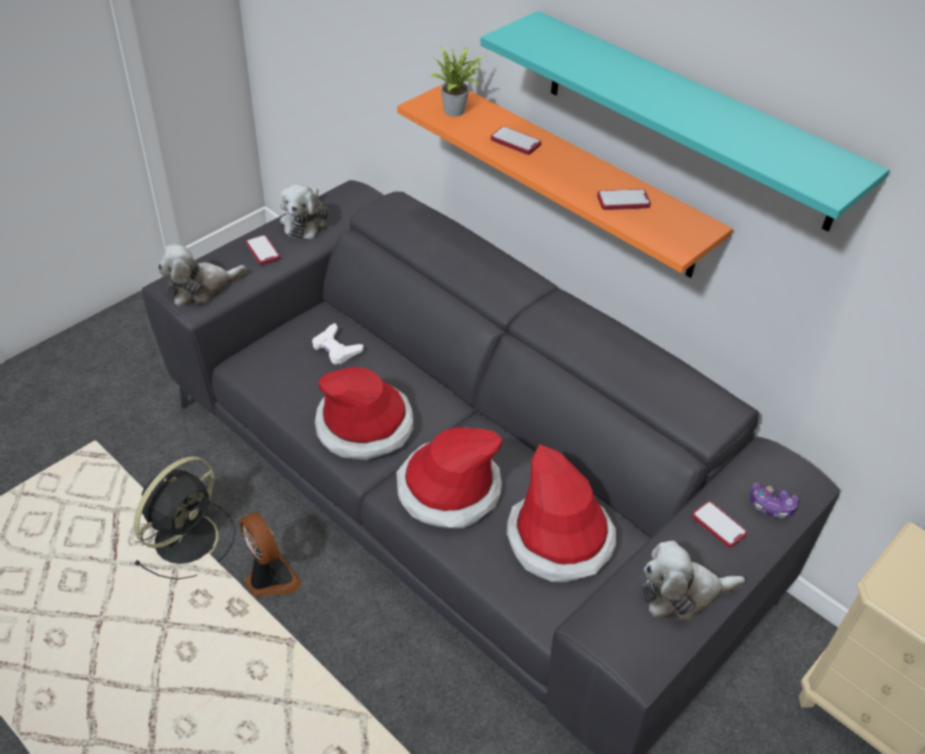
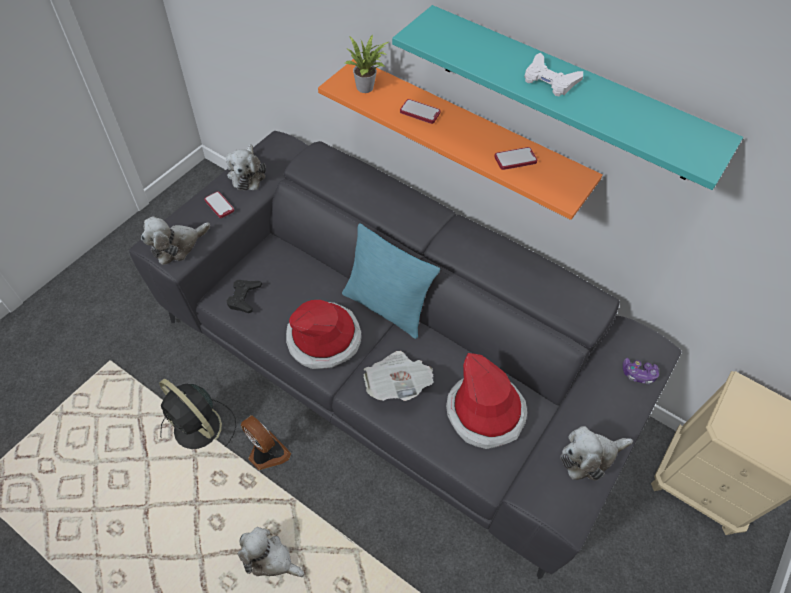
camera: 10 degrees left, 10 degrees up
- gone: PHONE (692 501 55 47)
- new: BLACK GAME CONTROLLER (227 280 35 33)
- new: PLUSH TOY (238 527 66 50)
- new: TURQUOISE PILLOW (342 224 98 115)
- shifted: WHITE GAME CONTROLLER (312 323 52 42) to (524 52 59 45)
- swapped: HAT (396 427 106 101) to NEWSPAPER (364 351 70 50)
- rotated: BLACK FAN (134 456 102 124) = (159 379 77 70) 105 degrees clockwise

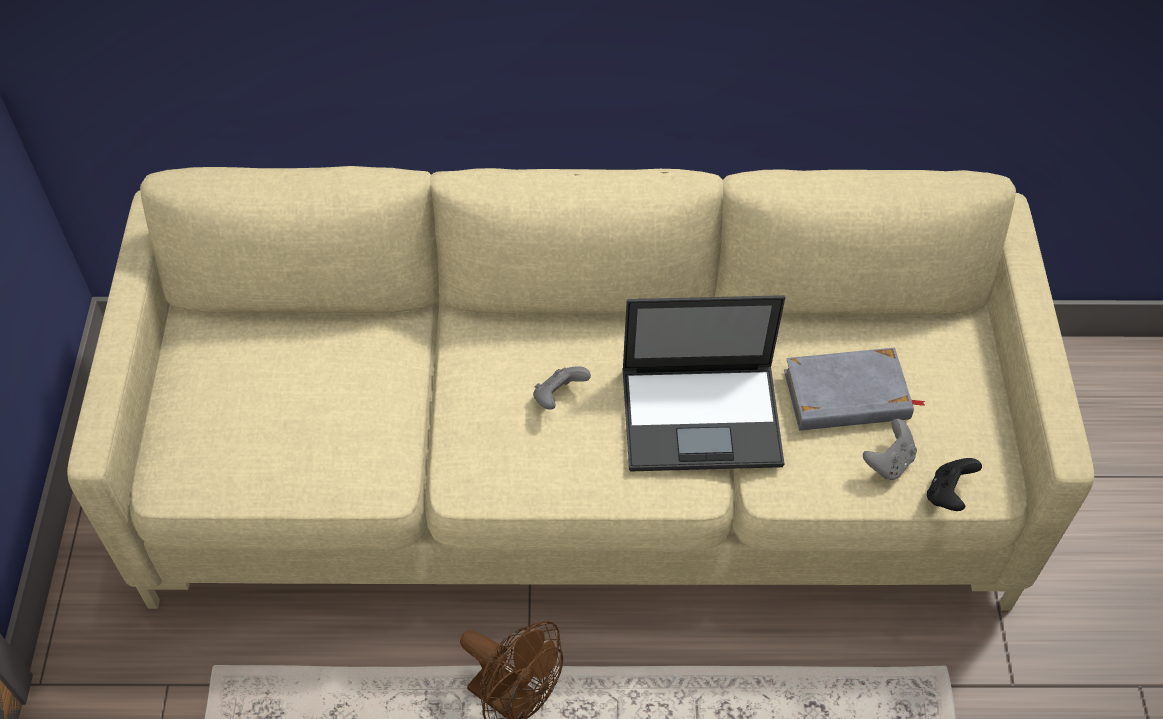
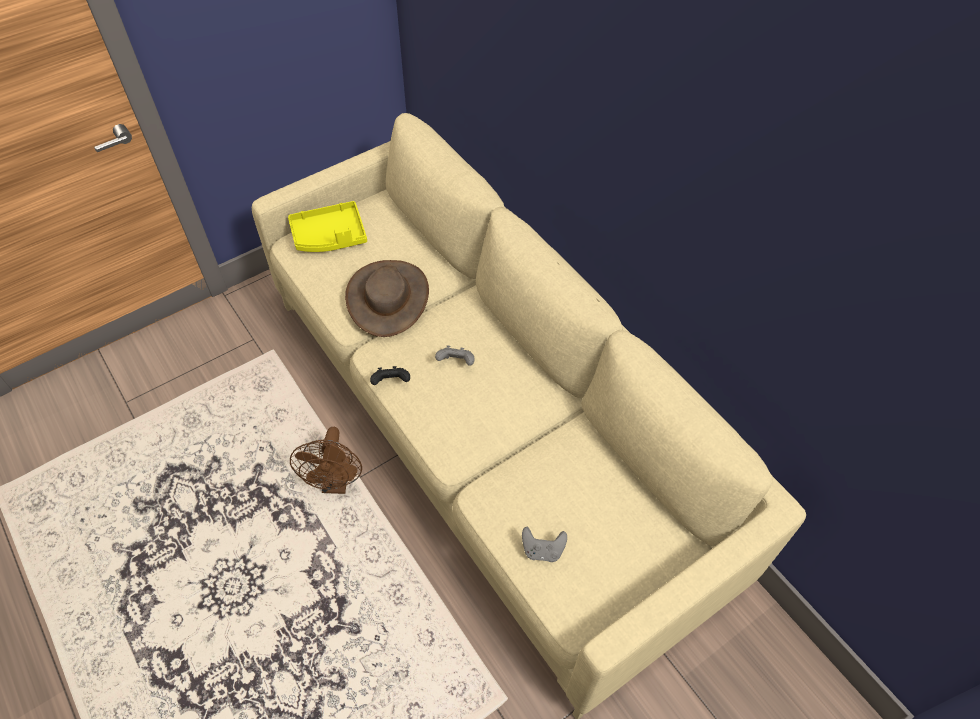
camera: 55 degrees right, 0 degrees up
- gone: LAPTOP (623 295 162 177)
- gone: GREY BOOK (784 348 142 82)
- new: YELLOW TRAY (288 201 79 51)
- new: BROWN HAT (345 260 84 77)
- shifted: BLACK GAME CONTROLLER (927 458 55 53) to (370 366 40 19)

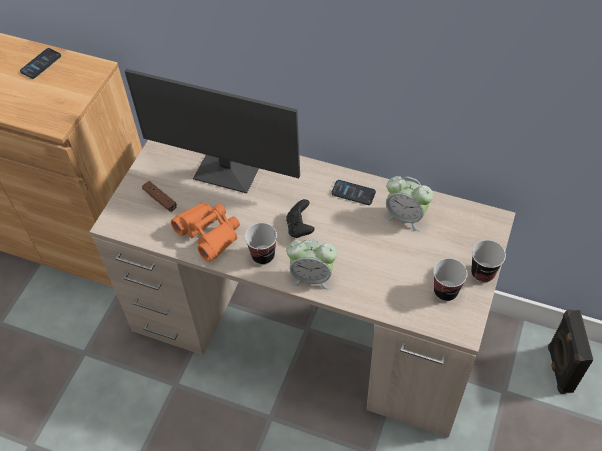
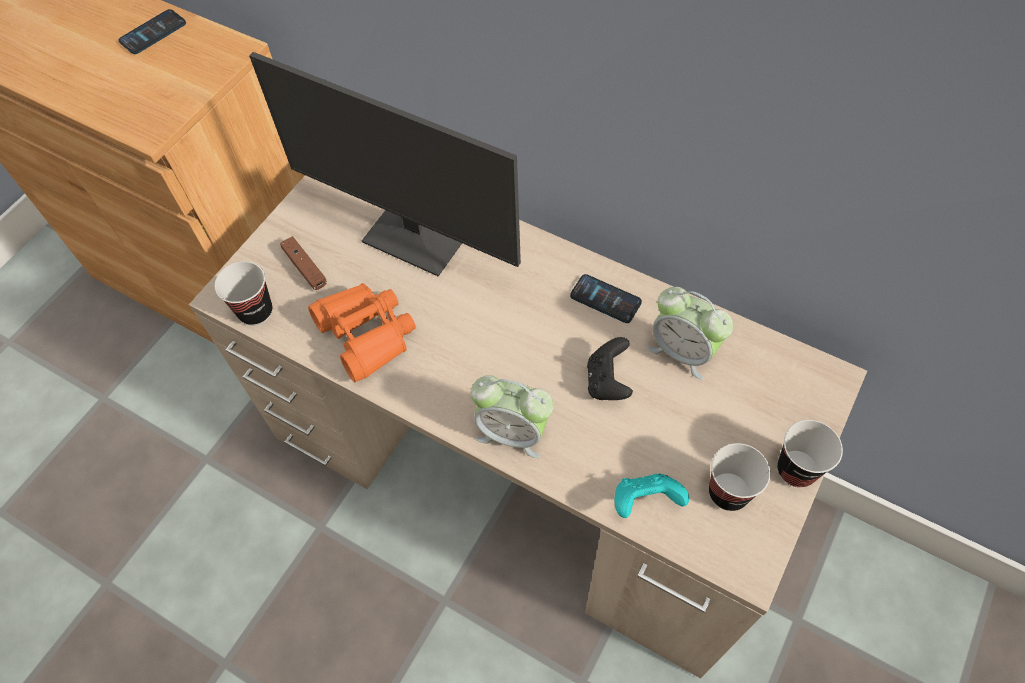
camera: 10 degrees right, 5 degrees up
- gone: BLACK SPEAKER (548 309 45 85)
- new: TURQUOISE GAME CONTROLLER (614 474 75 44)
- shifted: CUP (245 223 32 42) to (215 261 57 65)
- shifted: BLACK GAME CONTROLLER (286 199 29 39) to (587 337 46 63)

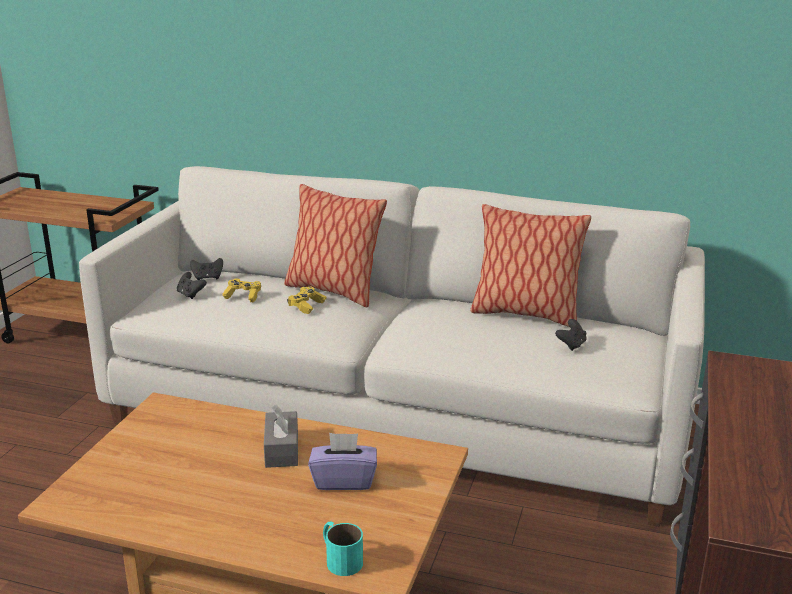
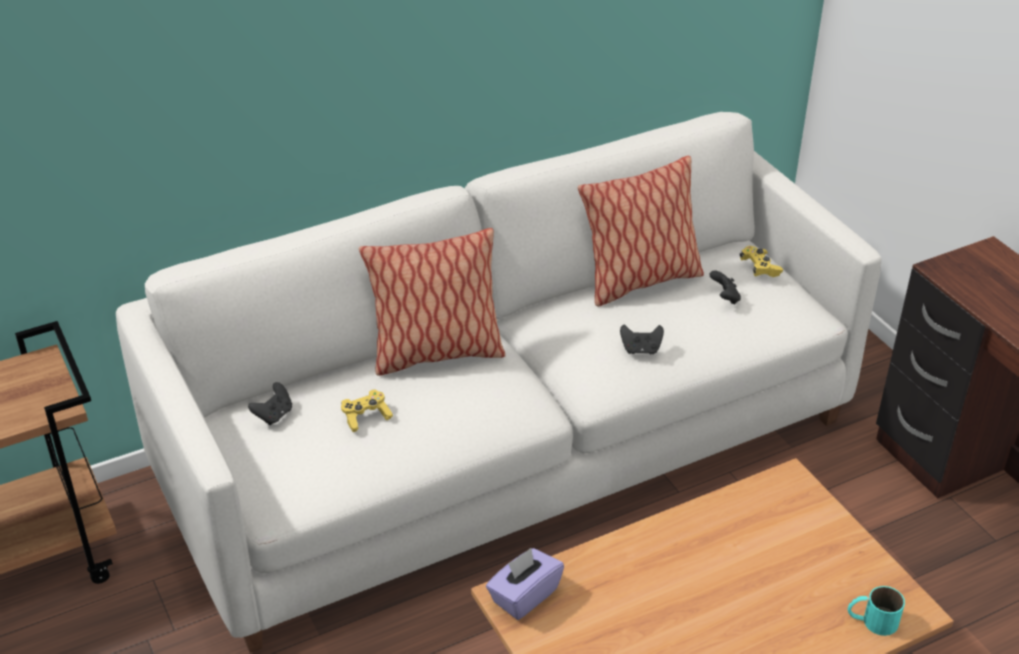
camera: 45 degrees left, 15 degrees up
- gone: GREY TISSUE BOX (264 405 34 63)
- shifted: BLACK GAME CONTROLLER (177 272 30 27) to (620 324 44 30)
- shifted: YELLOW GAME CONTROLLER (287 286 39 28) to (740 246 43 31)
- shifted: PURPLE TISSUE BOX (308 433 69 57) to (486 548 78 72)

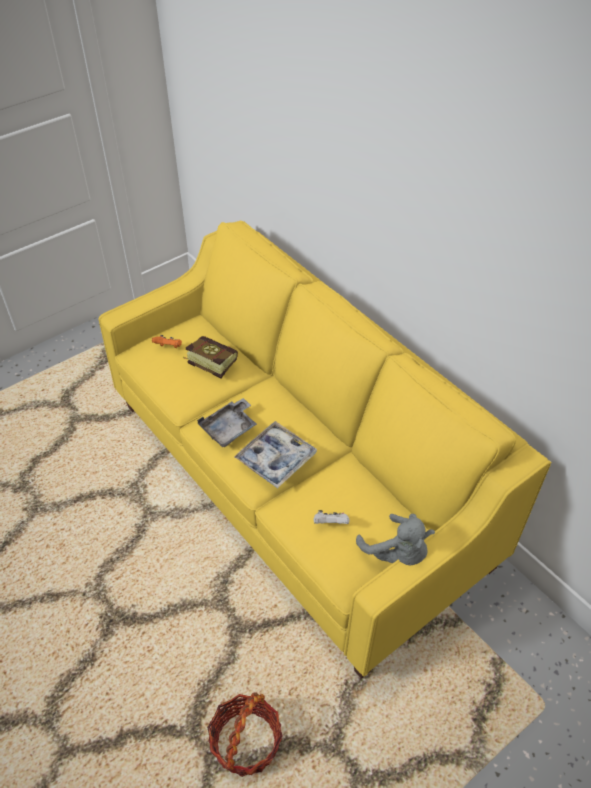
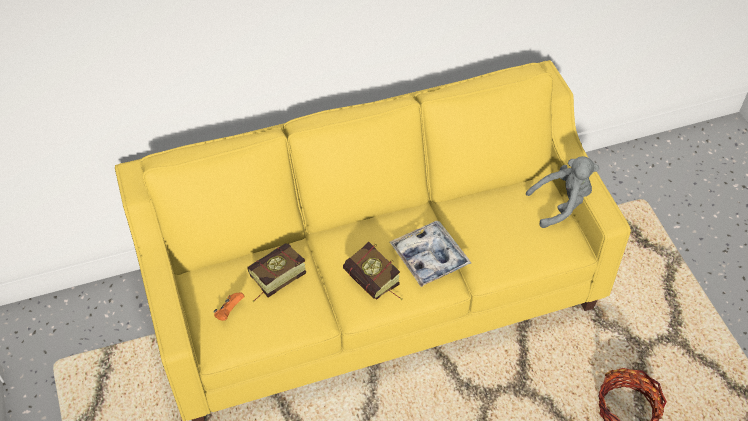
camera: 70 degrees left, 5 degrees up
- gone: WHITE GAME CONTROLLER (313 510 37 14)
- swapped: GREY TRAY (197 398 60 49) to BOOK (343 242 60 58)

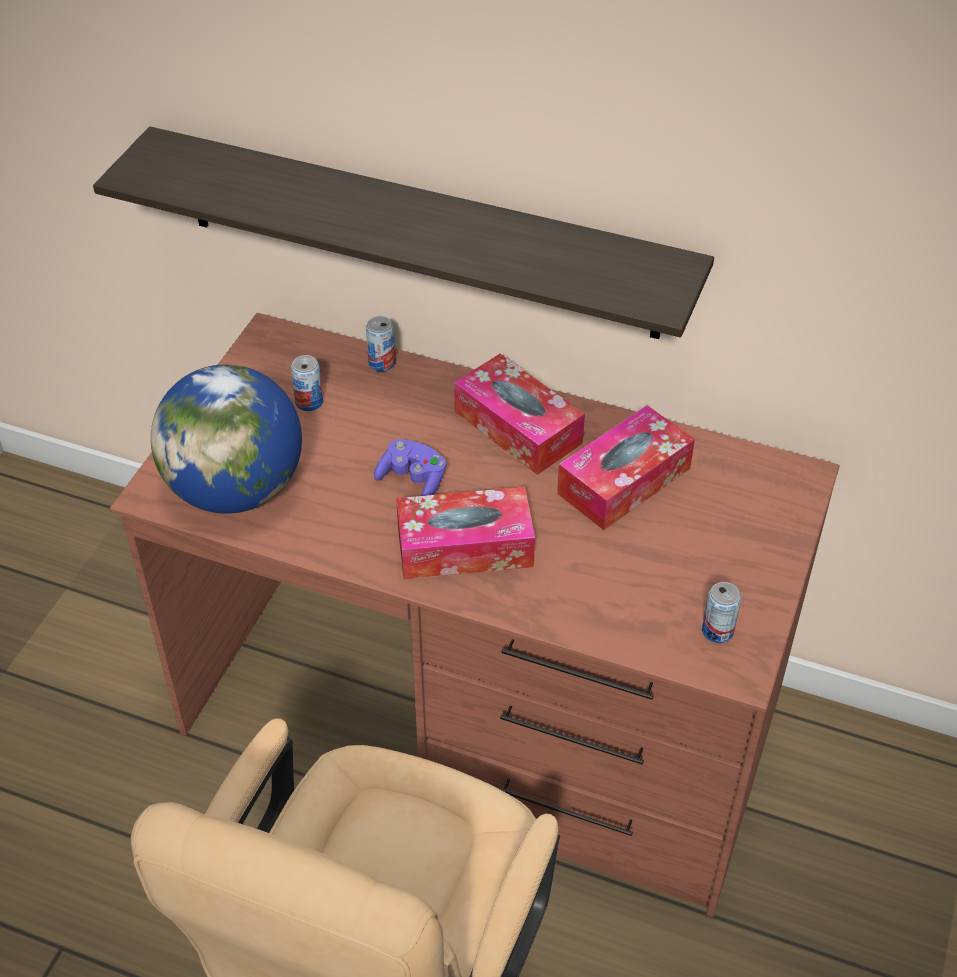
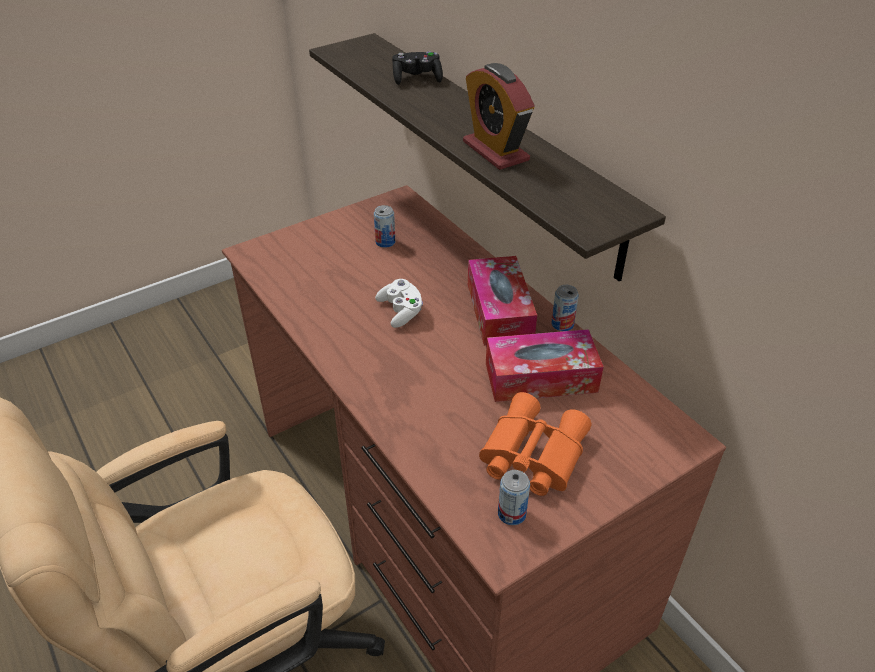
camera: 35 degrees right, 5 degrees down
- gone: GLOBE (151 364 151 150)
- gone: TISSUE BOX (396 487 139 92)
- new: BLACK GAME CONTROLLER (392 51 51 34)
- new: ALARM CLOCK (463 63 72 107)
- new: ORANGE BINOCULARS (479 392 112 104)
- shifted: CAN (366 316 29 55) to (551 285 28 46)
- repainted: PURPLE GAME CONTROLLER (374 439 72 57) to WHITE GAME CONTROLLER (375 279 48 49)

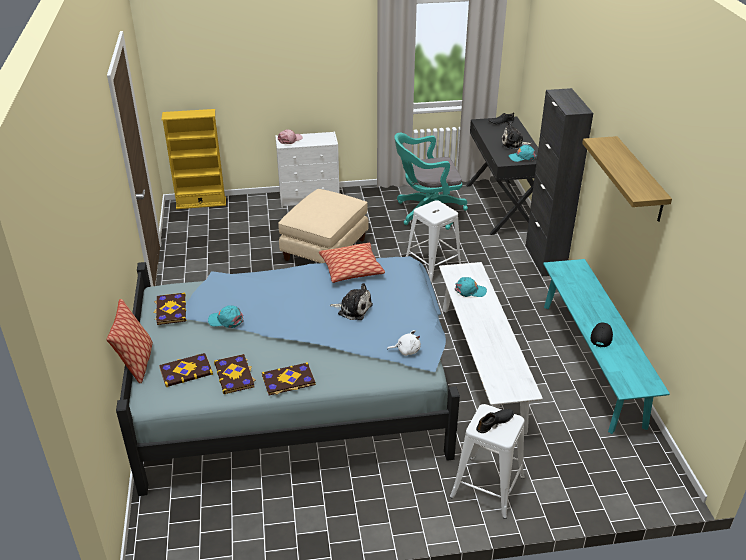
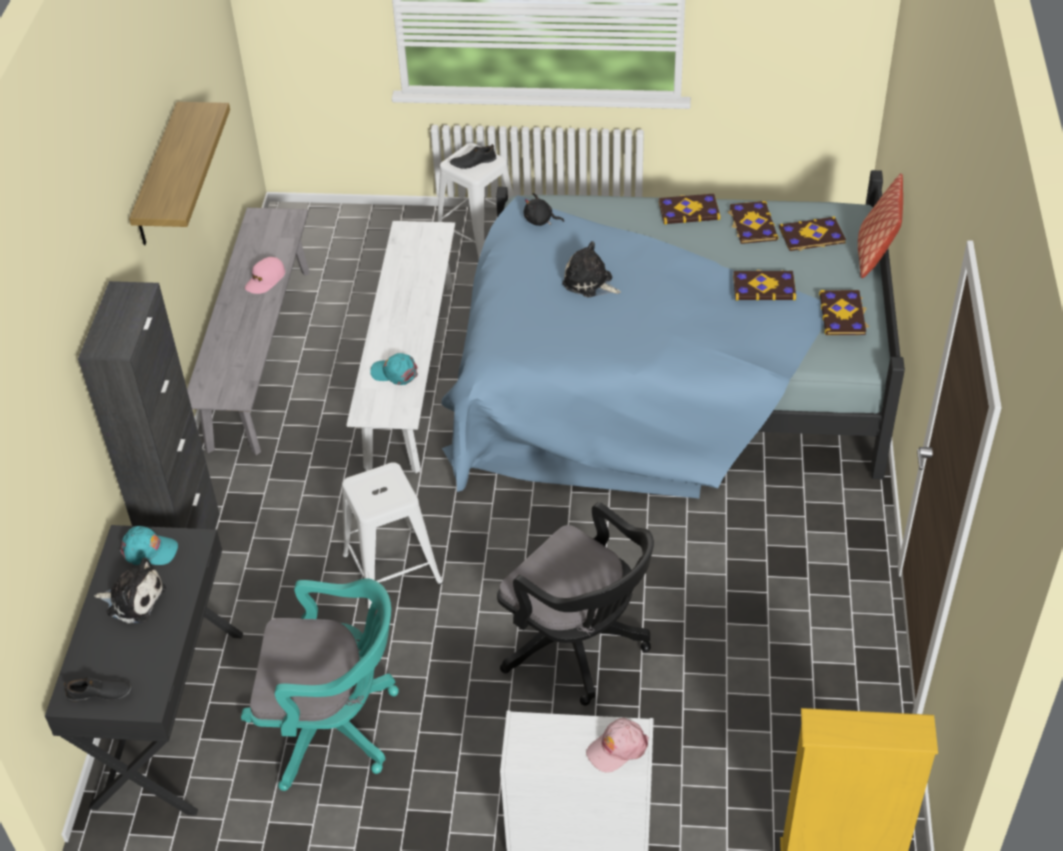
camera: 165 degrees left, 10 degrees up
- gone: PILLOW (319 243 66 40)
- swapped: TURQUOISE CAP (208 305 36 23) to BOOK (733 269 63 31)
- swapped: BEIGE OTTOMAN (278 189 91 74) to BLACK OFFICE CHAIR (497 502 157 204)
- repainted: WHITE PLUSH TOY (387 330 34 26) to BLACK PLUSH TOY (524 193 40 33)
- repainted: TURQUOISE BENCH (543 259 127 175) to GREY BENCH (187 208 123 247)
- repainted: BLACK CAP (591 322 22 25) to PINK CAP (245 257 40 37)

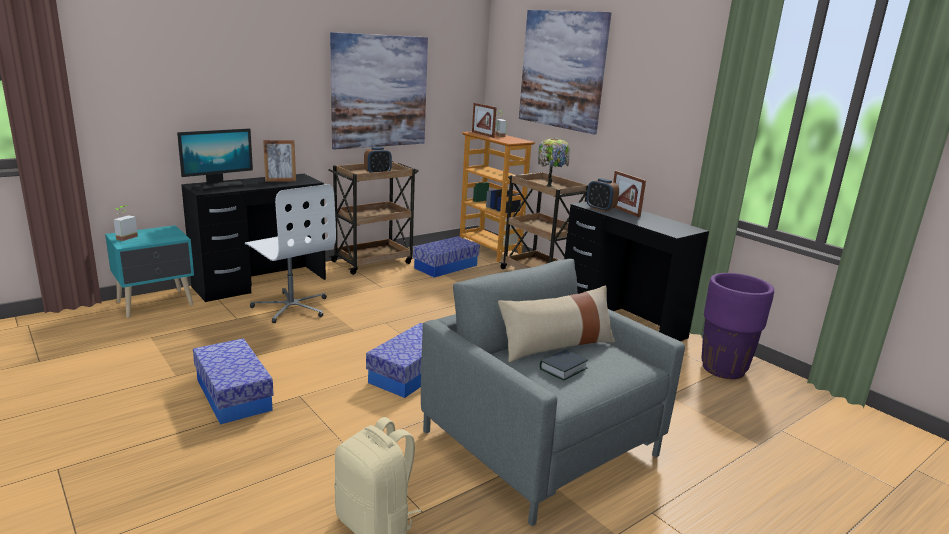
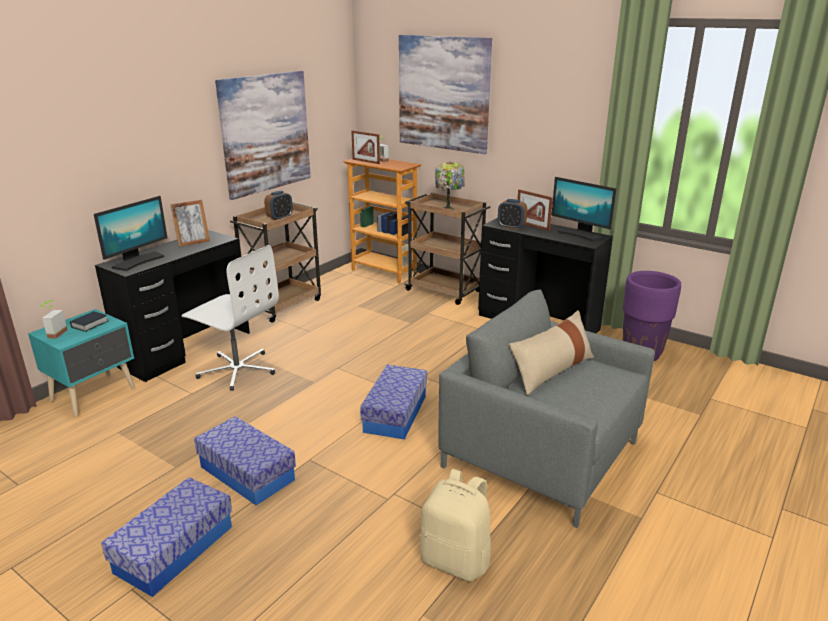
camera: 15 degrees left, 5 degrees up
- new: MONITOR (551 177 65 65)
- shifted: STORAGE BOX (413 236 67 42) to (101 477 131 120)
- shifted: BOOK (540 350 48 30) to (70 311 38 21)

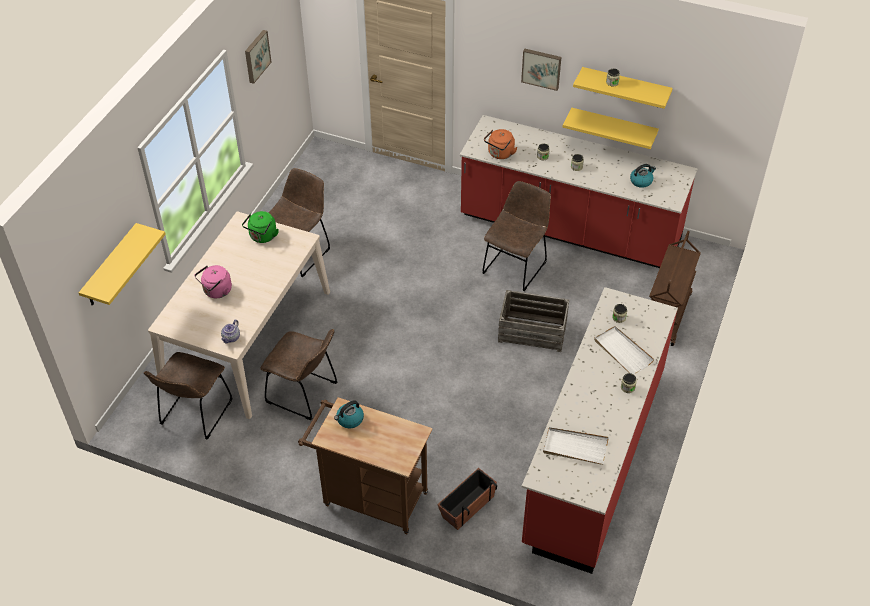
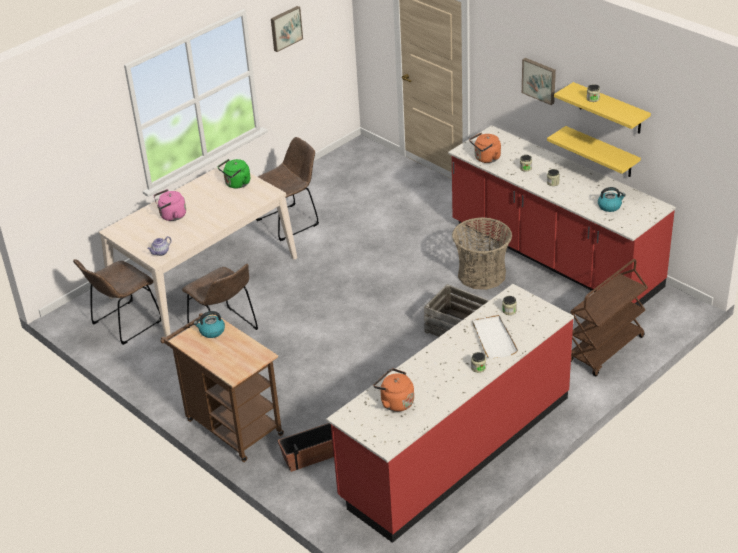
camera: 25 degrees right, 10 degrees down
- gone: YELLOW SHELF (78 223 88 83)
- swapped: BROWN CHAIR (482 181 69 110) to BASKET (452 217 60 73)
- swapped: WHITE TRAY (543 427 66 38) to ORANGE KETTLE (374 368 40 44)

